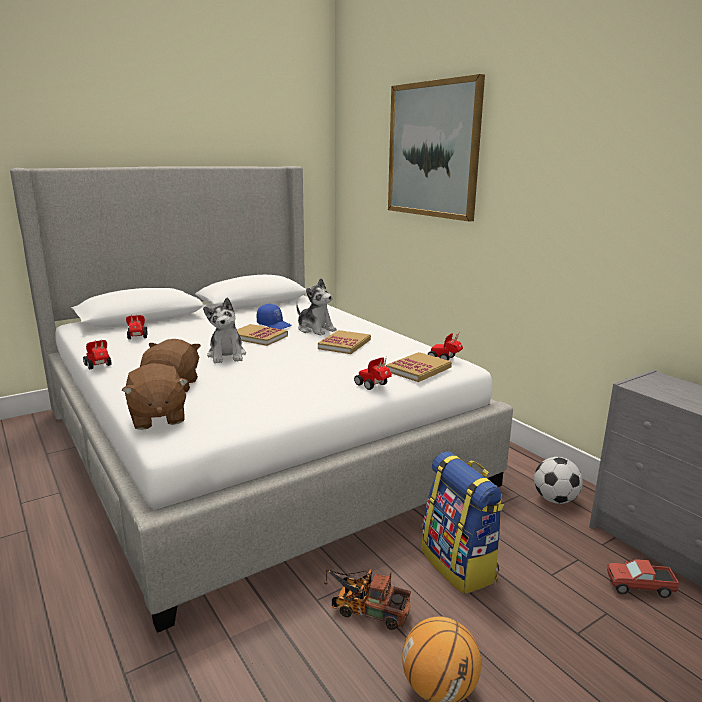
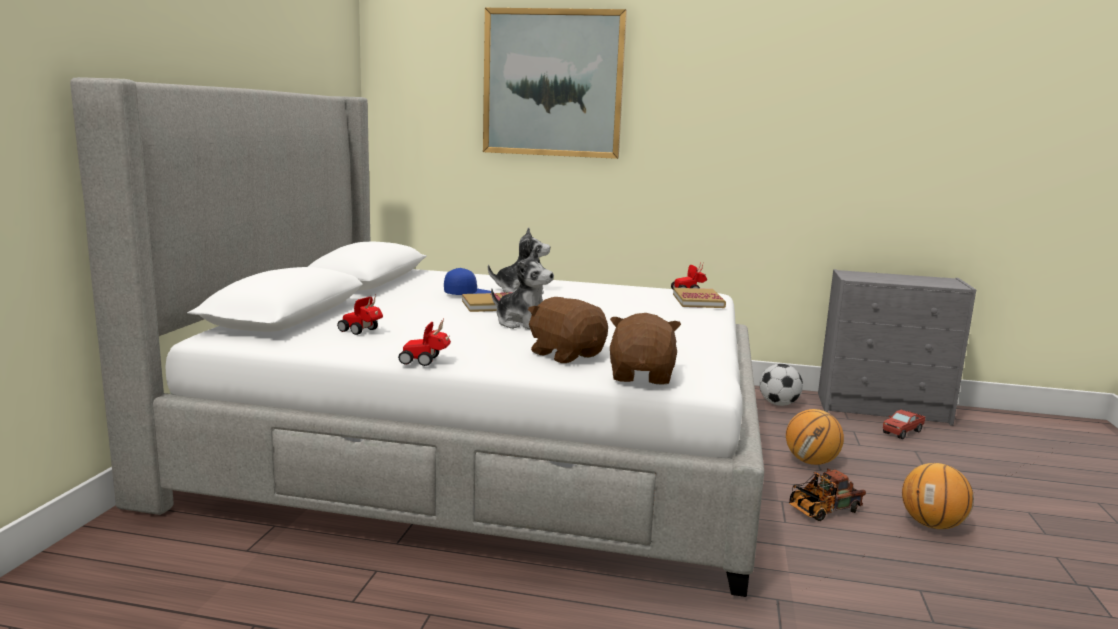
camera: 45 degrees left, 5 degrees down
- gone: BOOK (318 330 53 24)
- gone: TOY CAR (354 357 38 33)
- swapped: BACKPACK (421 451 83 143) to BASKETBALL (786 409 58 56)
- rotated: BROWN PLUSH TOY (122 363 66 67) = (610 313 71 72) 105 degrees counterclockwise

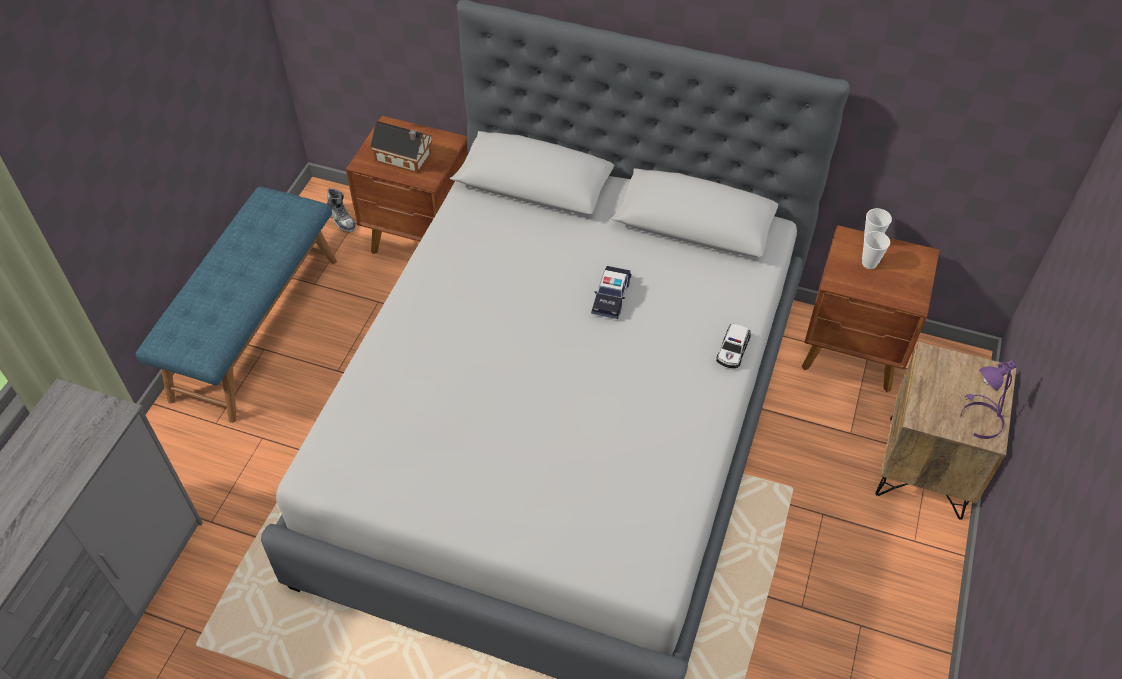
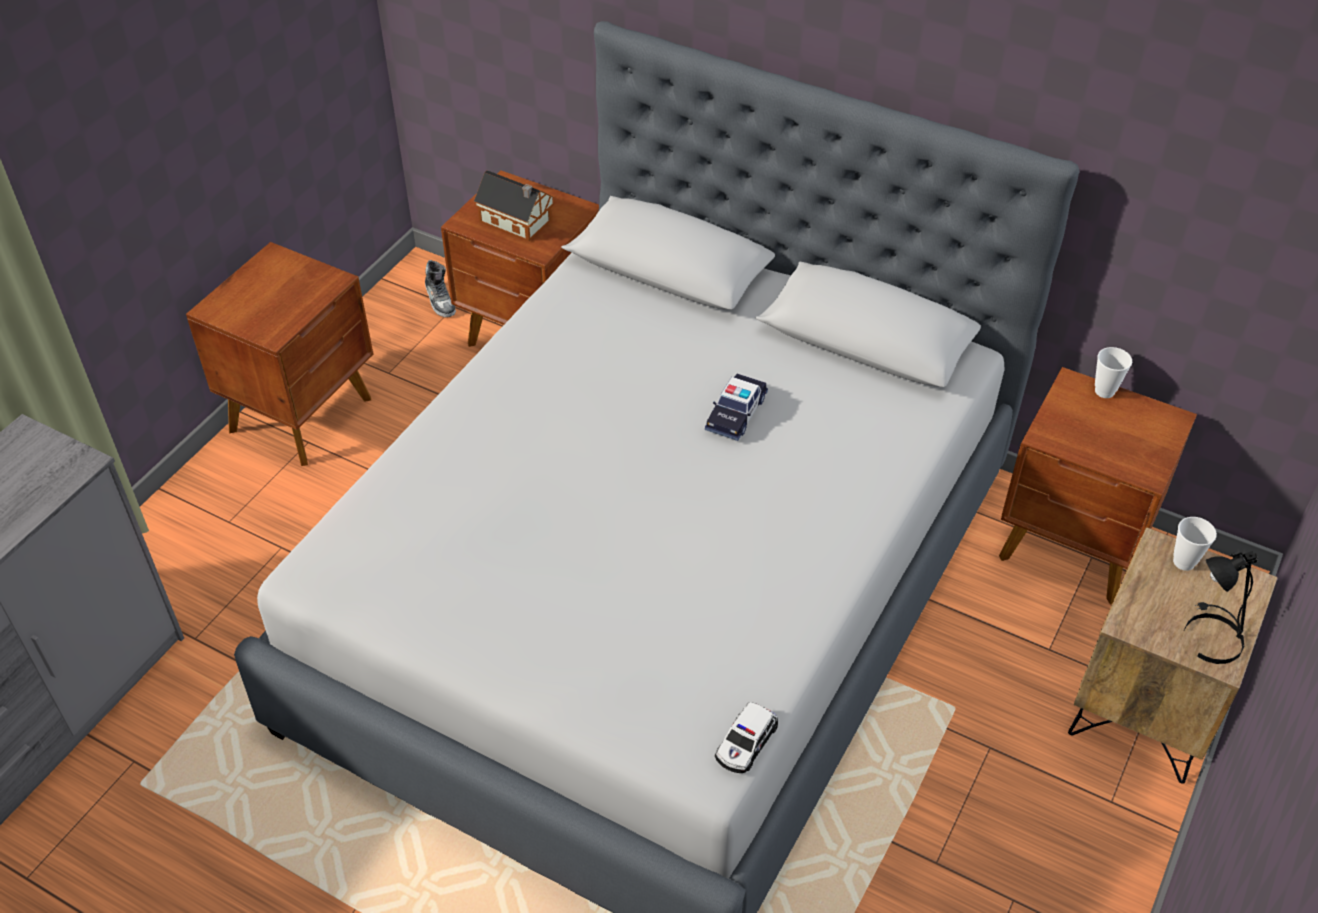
camera: 10 degrees right, 5 degrees down
- shifted: TOY CAR (716 323 35 45) to (715 702 63 71)
- shifted: CUP (862 231 28 38) to (1173 517 44 54)
- swapped: BLUE BENCH (136 186 201 237) to BROWN NIGHTSTAND (186 242 188 224)
- repainted: PURPLE TABLE LAMP (960 360 57 79) to BLACK TABLE LAMP (1184 551 74 113)

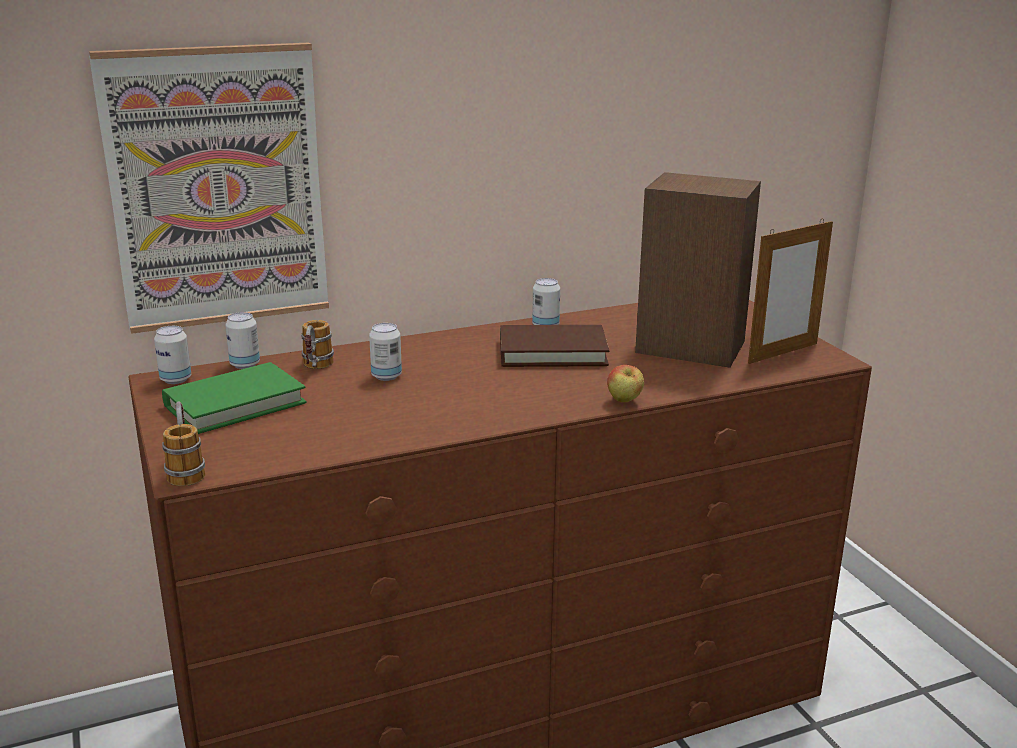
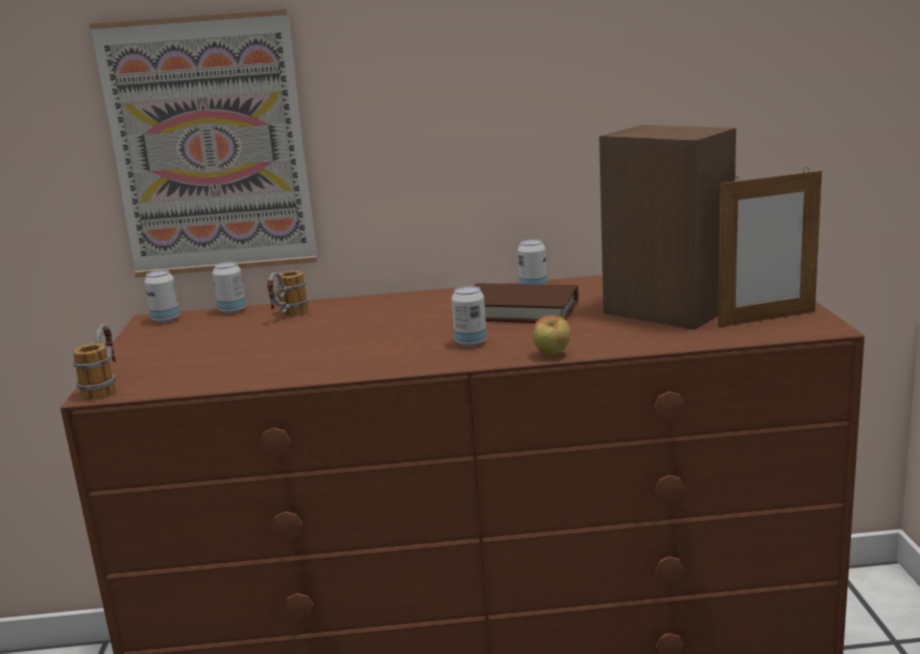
camera: 20 degrees right, 5 degrees down
- gone: GREEN BOOK (162 362 145 72)
- shifted: CAN (369 323 33 58) to (451 286 36 61)

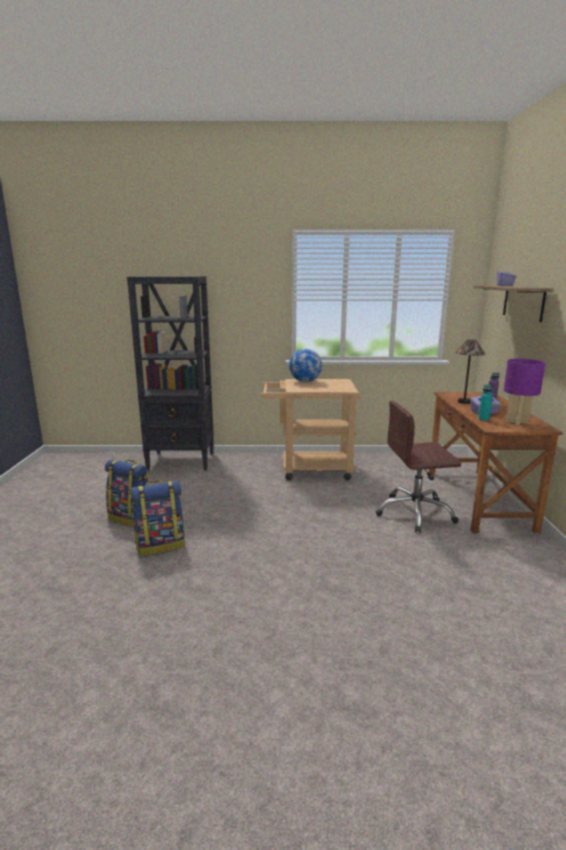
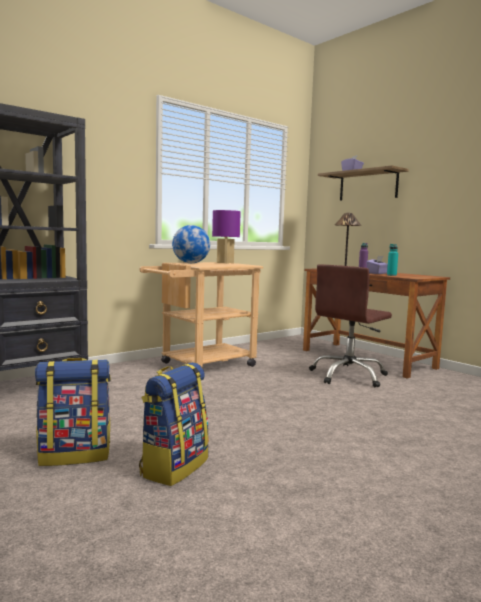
camera: 40 degrees left, 10 degrees down
- shifted: PURPLE TABLE LAMP (504 359 42 66) to (212 210 29 54)

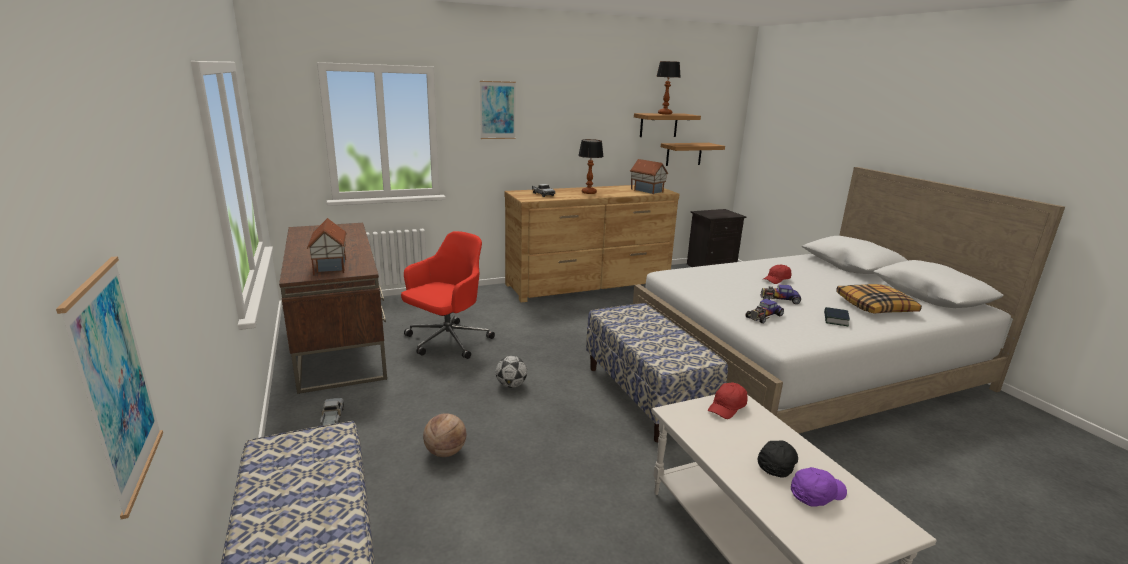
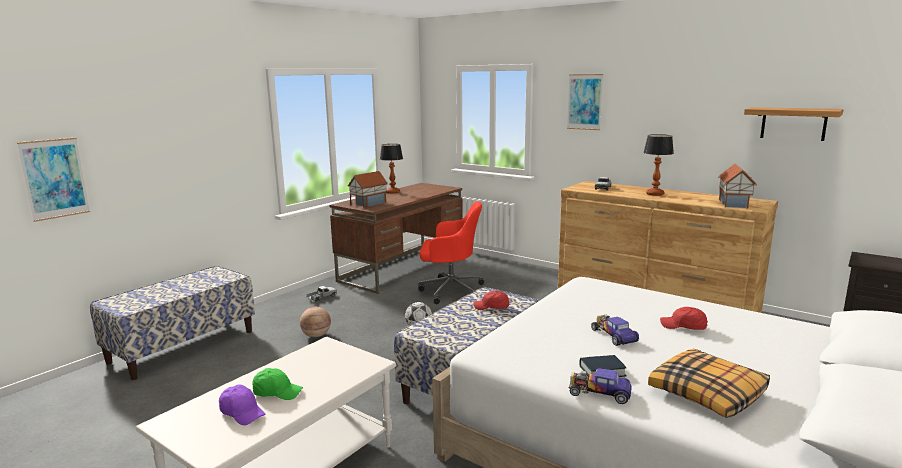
camera: 60 degrees right, 5 degrees down
- gone: SHELF (661 143 64 23)
- shifted: TABLE LAMP (656 61 25 53) to (380 144 23 49)
- shifted: RED CAP (708 382 40 37) to (473 291 37 19)
- shifted: TOY CAR (745 299 39 25) to (569 369 63 35)
- repainted: BLACK CAP (758 440 40 38) to GREEN CAP (252 368 51 32)

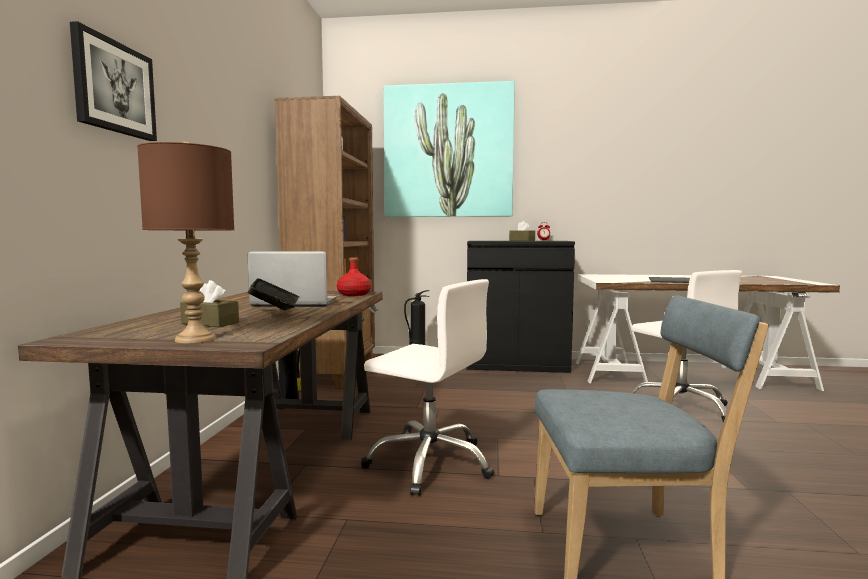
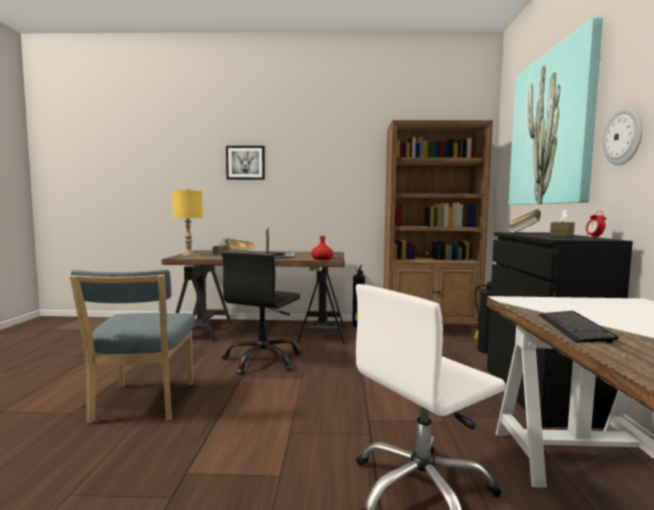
camera: 85 degrees right, 0 degrees up
- new: BOOK (509 209 32 24)
- new: WALL CLOCK (603 108 39 57)
- repainted: BROWN TABLE LAMP (137 142 97 202) to YELLOW TABLE LAMP (172 188 31 68)
- repainted: WHITE OFFICE CHAIR (361 279 133 217) to BLACK OFFICE CHAIR (222 251 79 124)

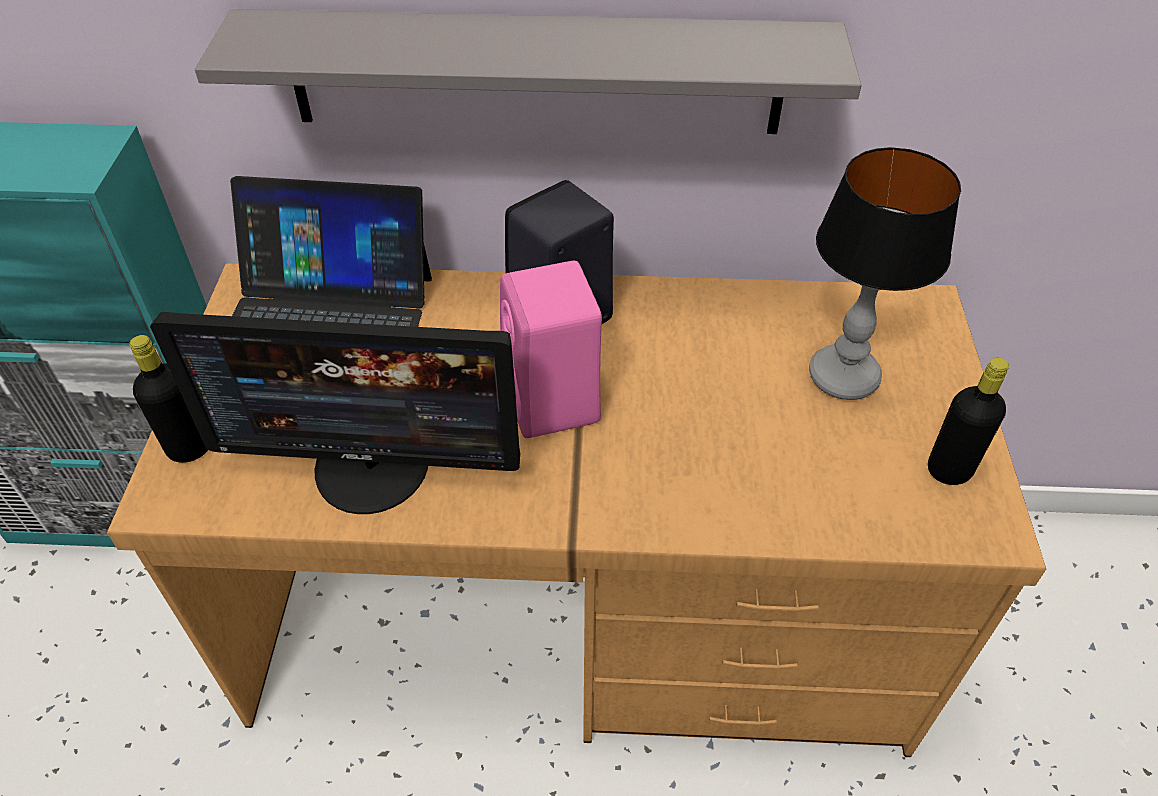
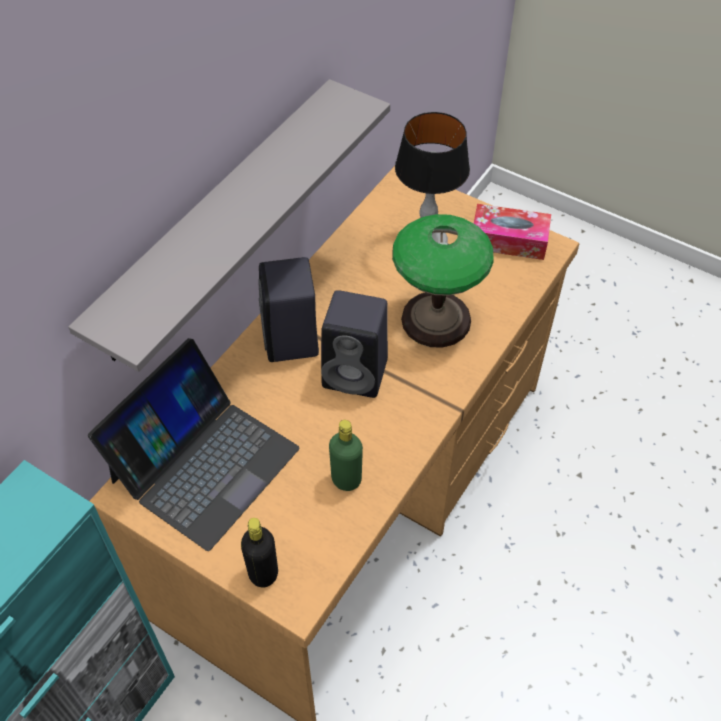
camera: 60 degrees left, 5 degrees up
- new: TABLE LAMP (392 214 101 134)
- swapped: MONITOR (150 312 370 202) to GREEN BOTTLE (329 420 34 71)
- swapped: BLACK BOTTLE (928 358 81 127) to TISSUE BOX (473 204 78 56)
- repainted: PINK SPEAKER (500 261 102 177) to BLACK SPEAKER (321 290 67 108)

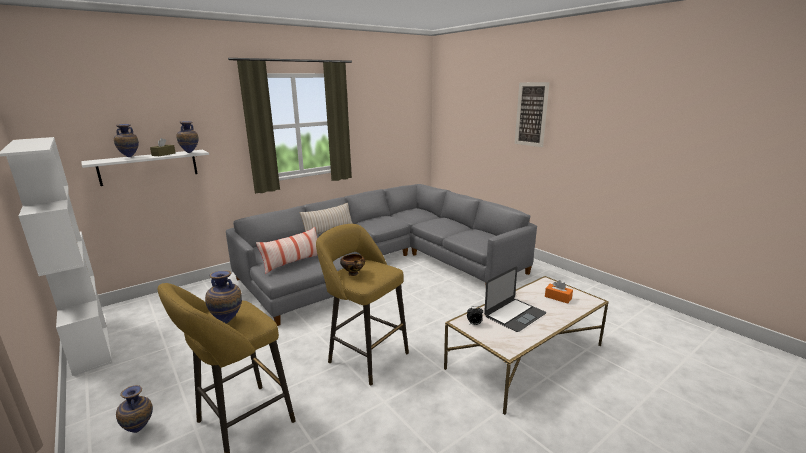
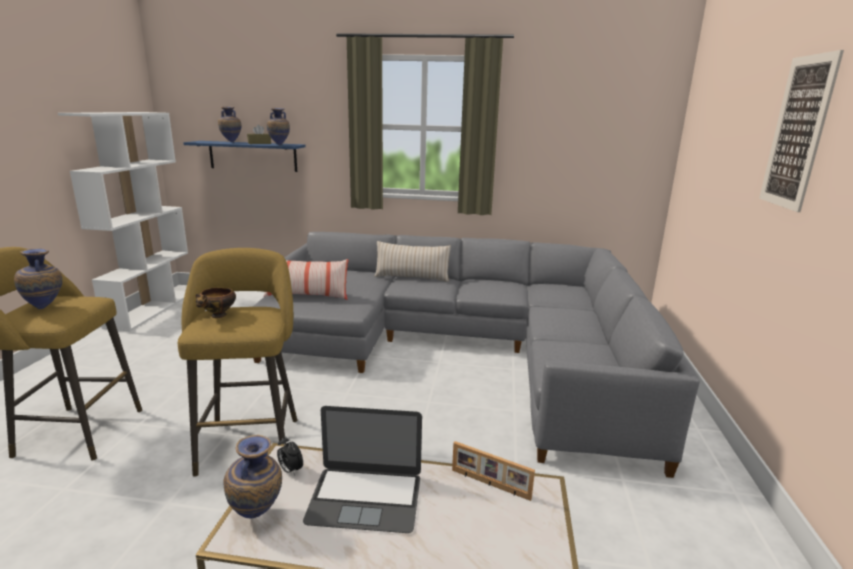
camera: 45 degrees right, 0 degrees up
- gone: ORANGE TISSUE BOX (545 280 28 24)
- new: PICTURE FRAME (452 441 83 60)
- shifted: VASE (116 385 37 48) to (223 435 59 84)
- repainted: WHITE SHELF (81 150 128 36) to BLUE SHELF (184 141 122 31)

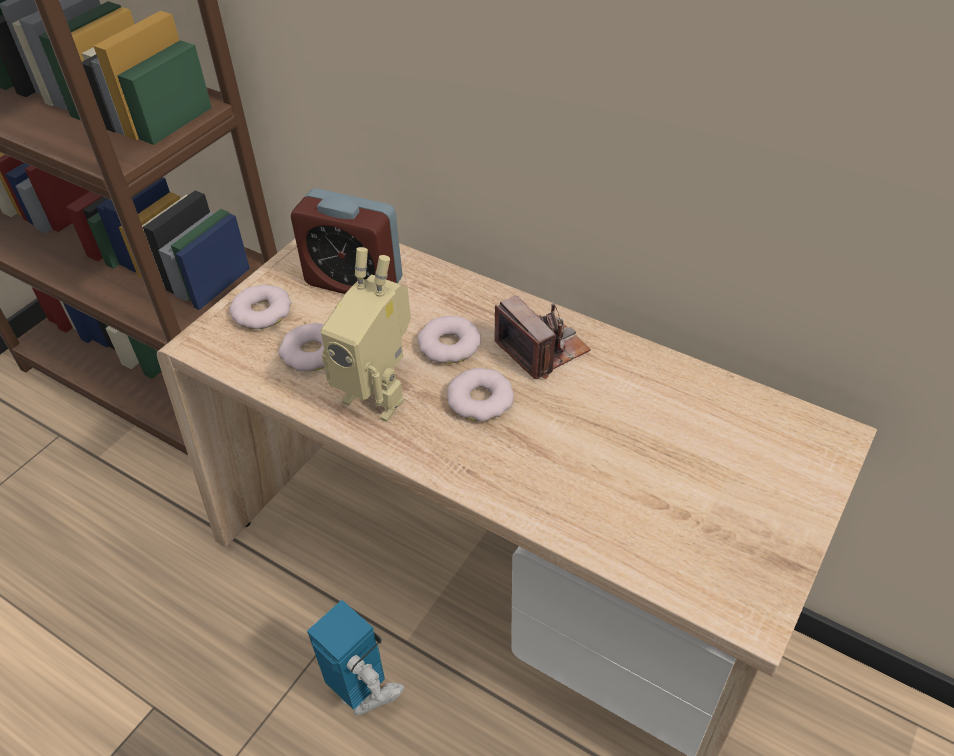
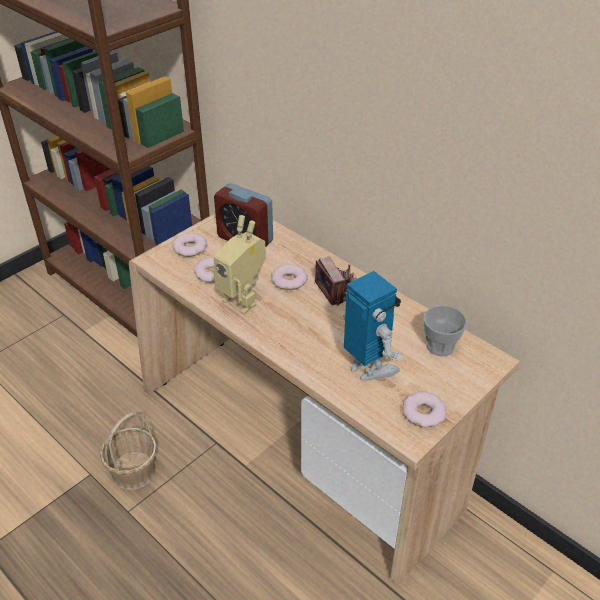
camera: 10 degrees right, 5 degrees down
- new: BASKET (100 412 57 78)
- new: CUP (424 305 43 52)
- shifted: TOY ROBOT (307 600 97 115) to (343 271 60 110)
- shifted: DONUT (447 368 67 54) to (403 392 43 36)

